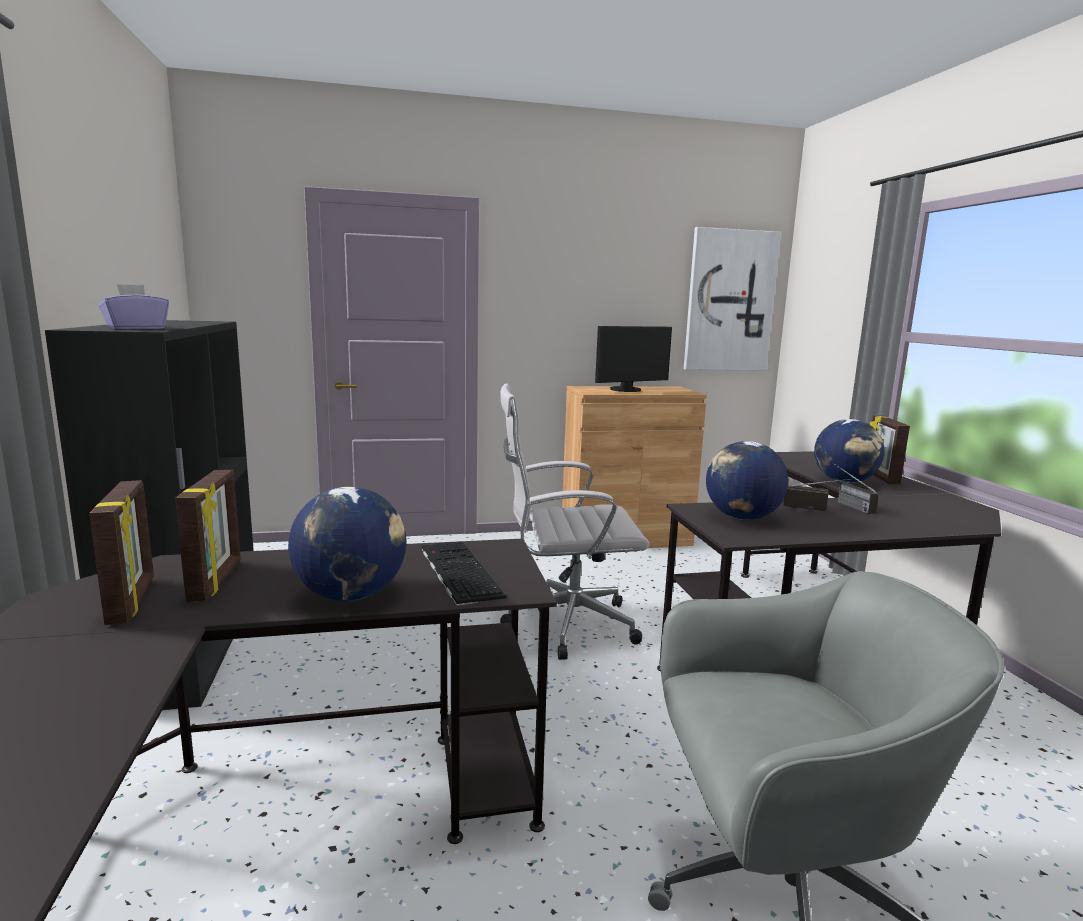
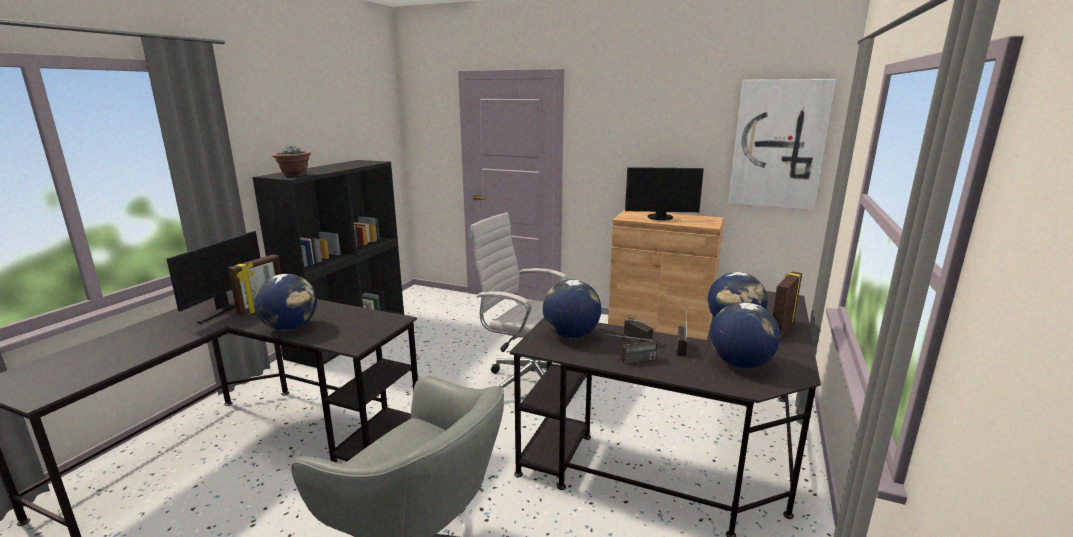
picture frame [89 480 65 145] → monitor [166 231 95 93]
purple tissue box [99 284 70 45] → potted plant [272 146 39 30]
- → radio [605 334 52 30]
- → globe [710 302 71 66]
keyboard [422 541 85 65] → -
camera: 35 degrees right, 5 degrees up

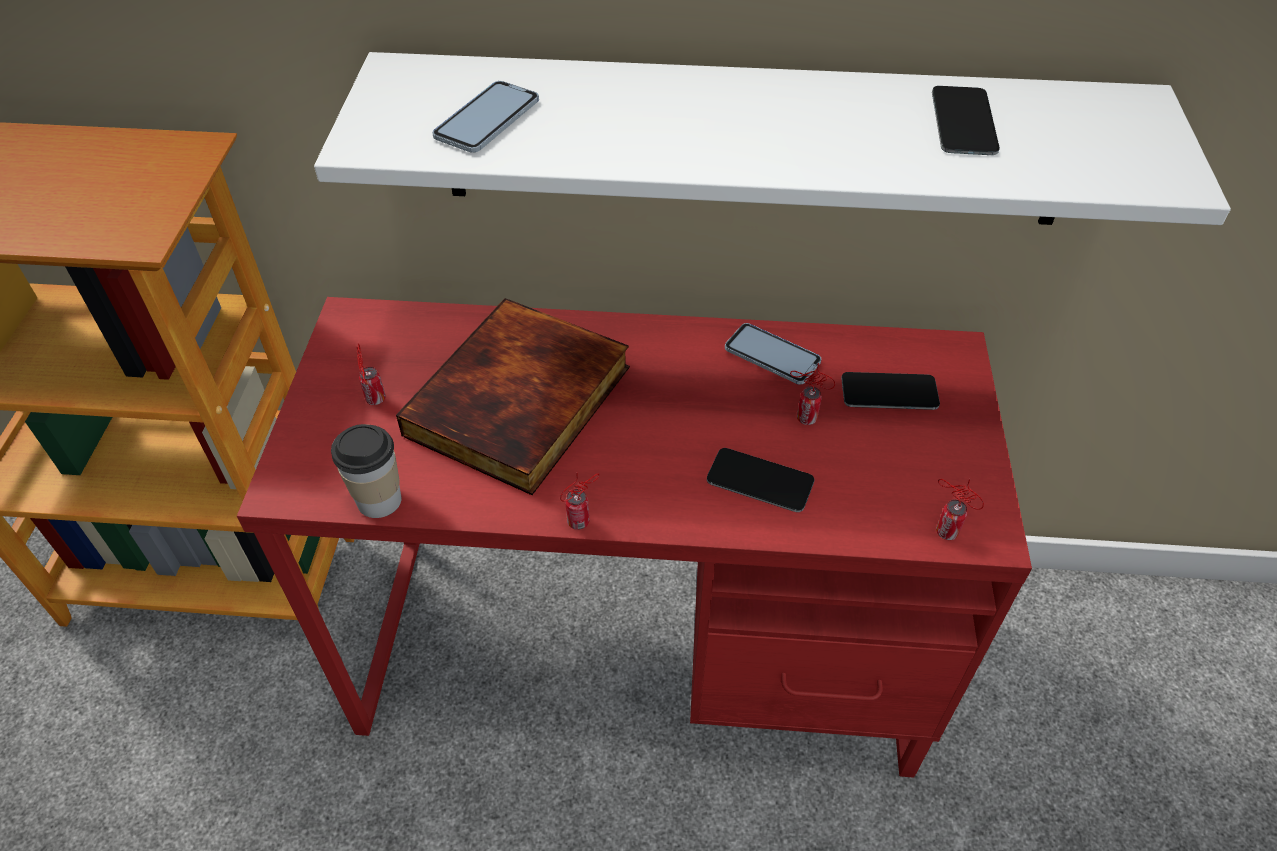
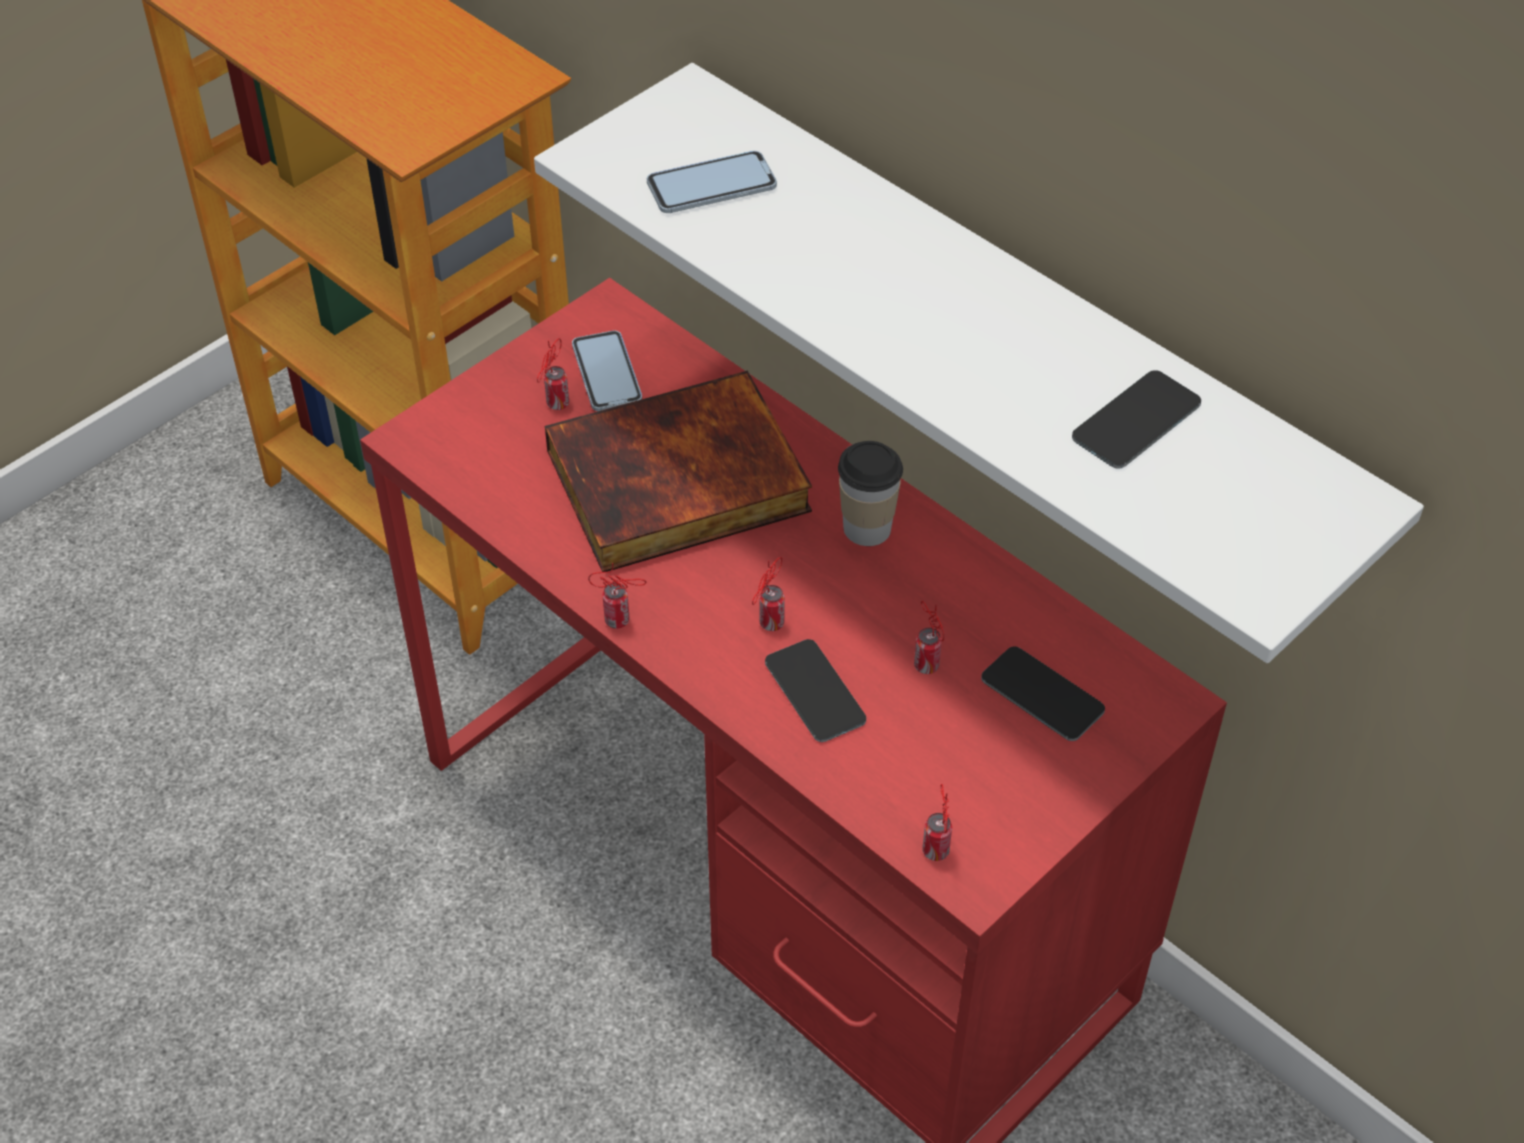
phone [725 323 96 62] → phone [572 331 70 80], moved
- → can [752 557 33 74]
cup [331 424 71 94] → cup [838 441 65 105], moved
camera: 40 degrees right, 0 degrees up

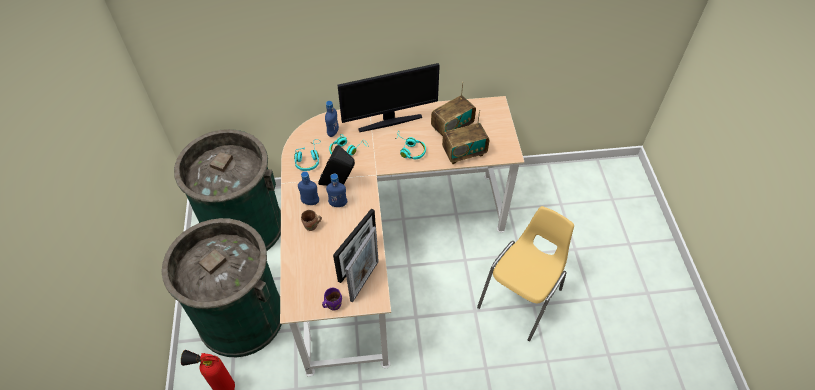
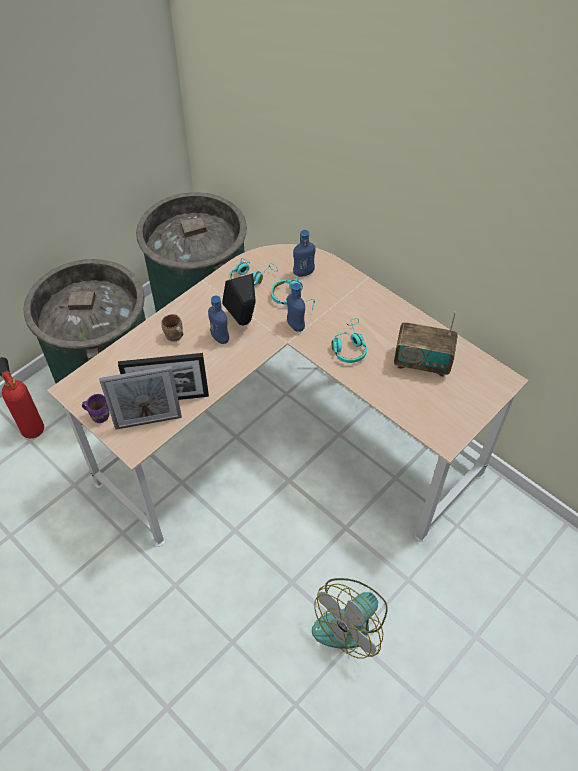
blue bottle [298 171 21 34] → blue bottle [287 283 18 49], moved
yellow chair [477 206 97 135] → fan [312 578 76 81]
monitor [337 63 103 69] → -
radio [442 110 47 54] → -
camera: 50 degrees right, 0 degrees up

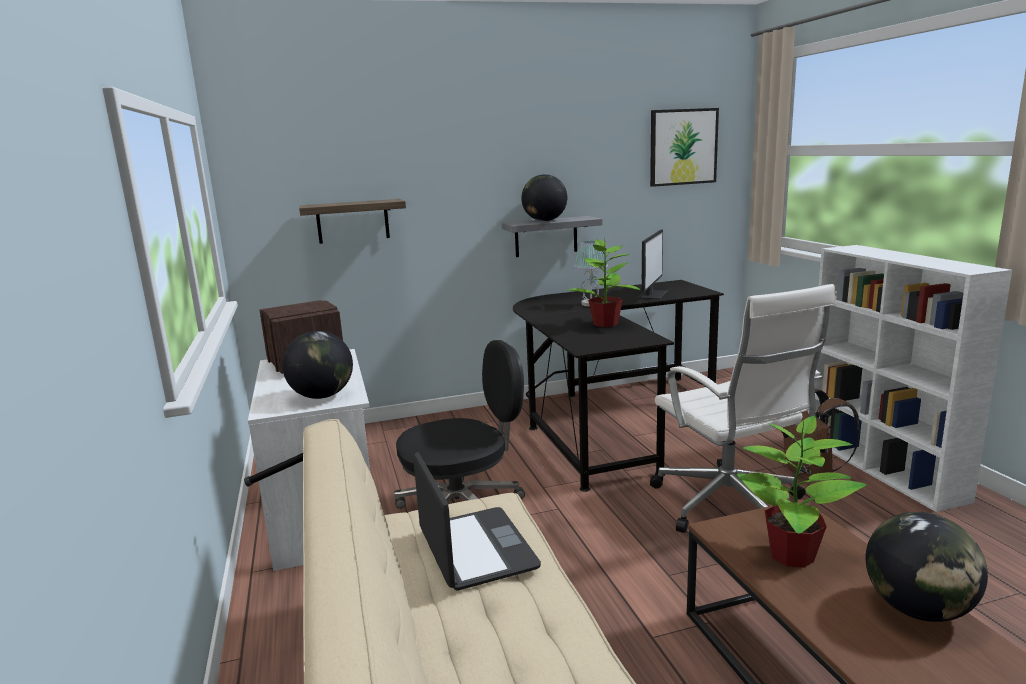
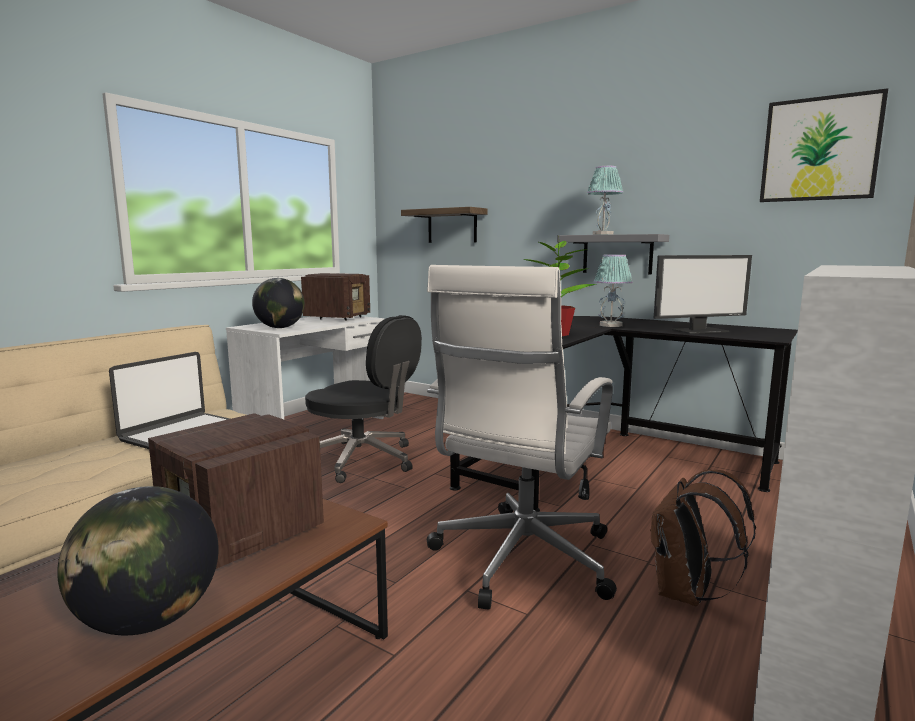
potted plant [737 416 129 152] → radio [148 413 176 156]
globe [521 174 46 47] → table lamp [587 166 36 69]
camera: 50 degrees right, 5 degrees down

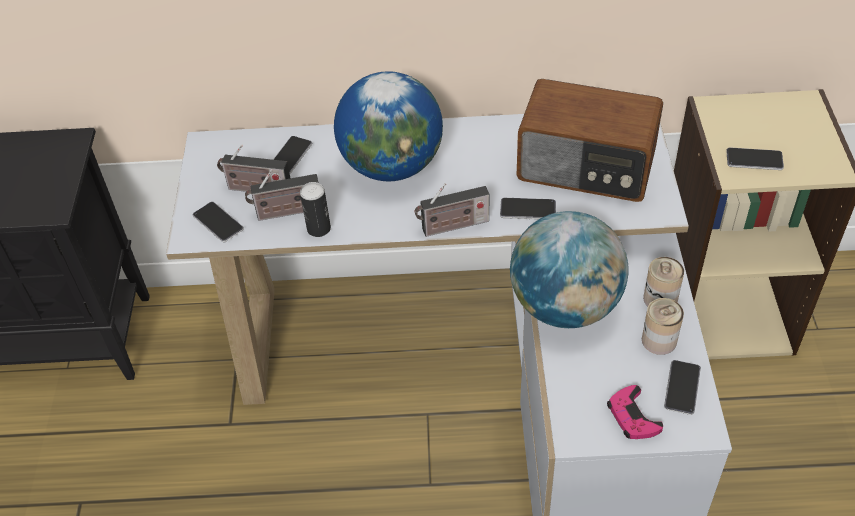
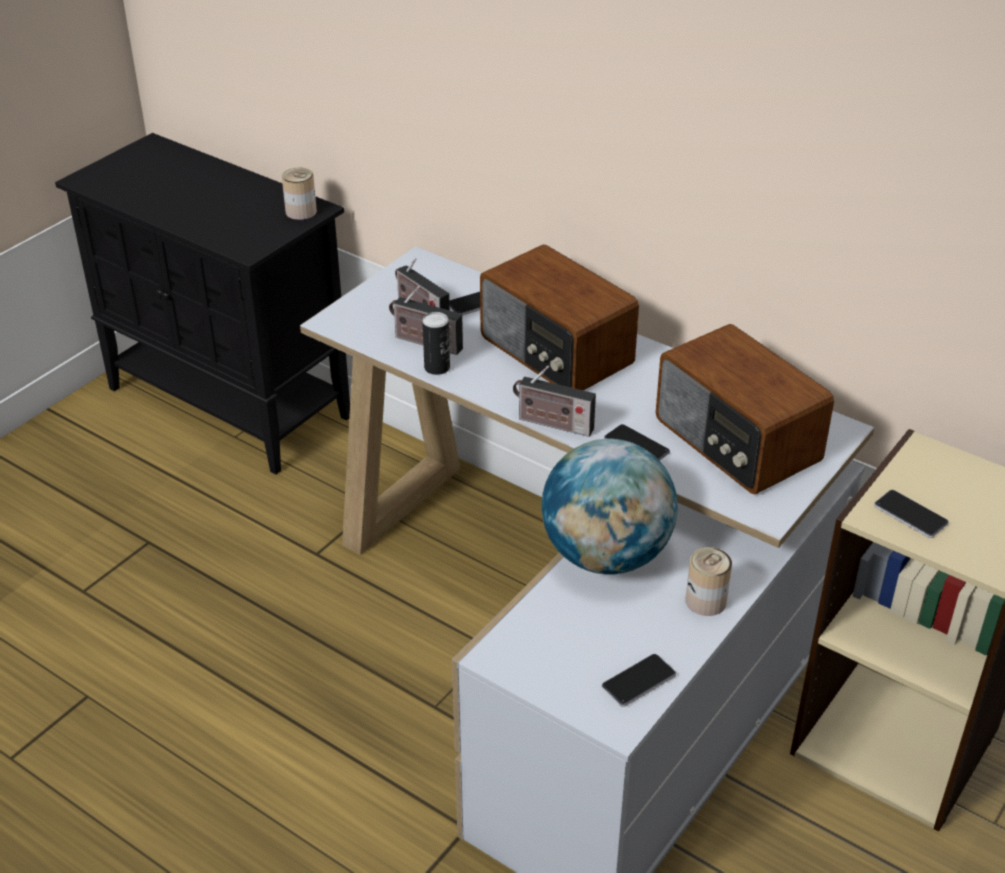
can [642 298 42 57] → can [282 167 35 53], moved
globe [334 71 109 110] → radio [480 245 159 146]
phone [193 202 51 40] → -
pink game controller [607 385 56 54] → -
camera: 35 degrees right, 10 degrees down

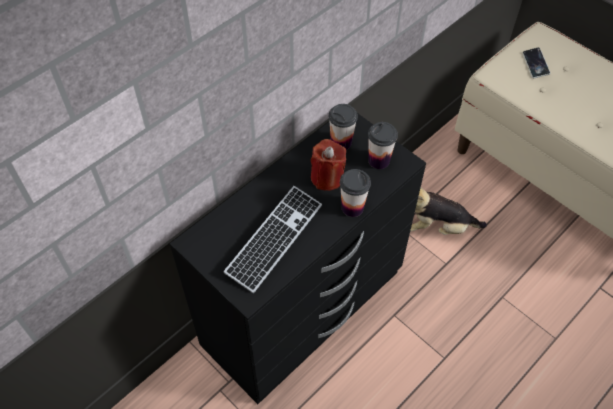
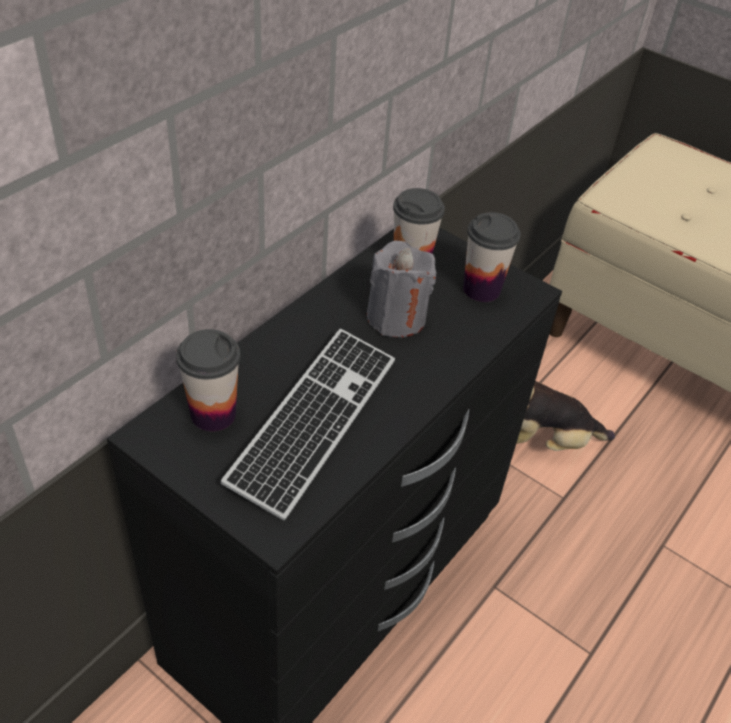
cup [340 169 31 48] → cup [176 329 65 103], moved
red candle [311 139 35 52] → grey candle [367 241 70 96]
phone [522 47 28 31] → -
camera: 10 degrees left, 10 degrees down

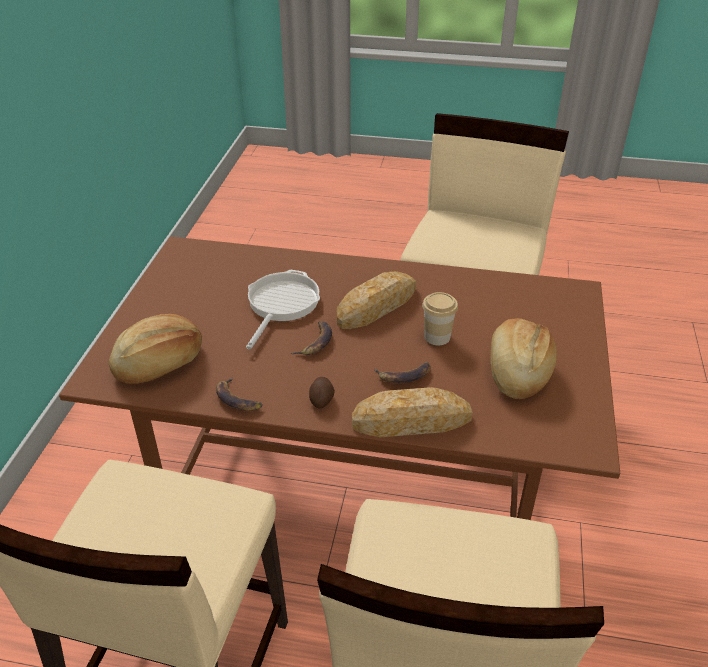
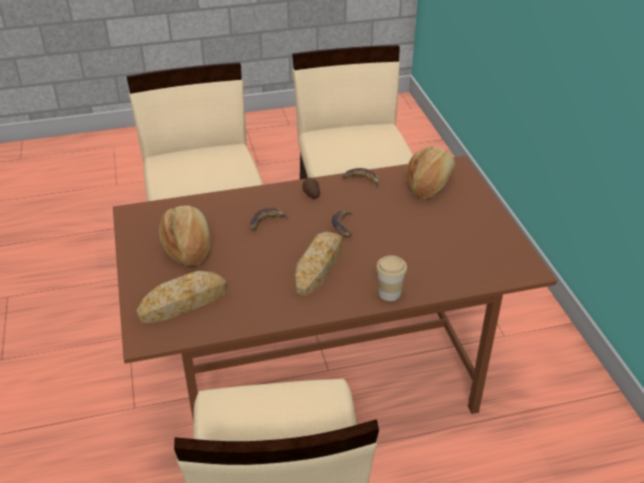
bread [352 387 121 50] → bread [136 271 91 52], moved
cup [422 292 36 53] → cup [376 255 31 46], moved
frying pan [246 270 74 79] → -
camera: 155 degrees right, 0 degrees up

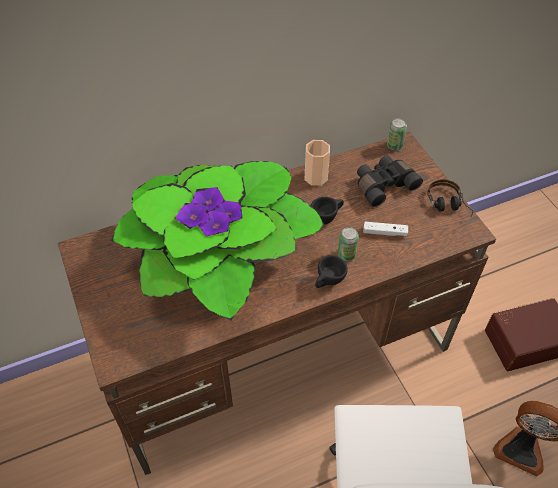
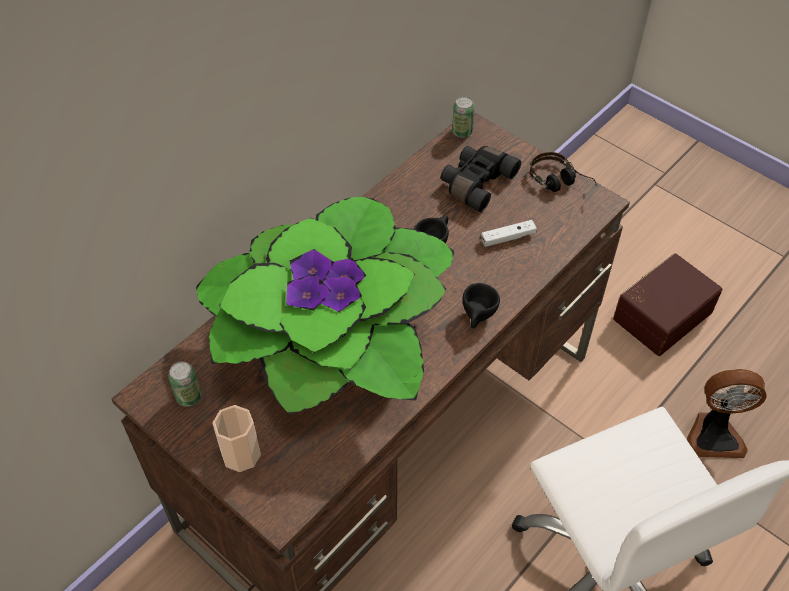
can [338 227 21 34] → can [168 362 33 45], moved
cup [305 140 25 46] → cup [212 405 49 67], moved
camera: 25 degrees left, 0 degrees up

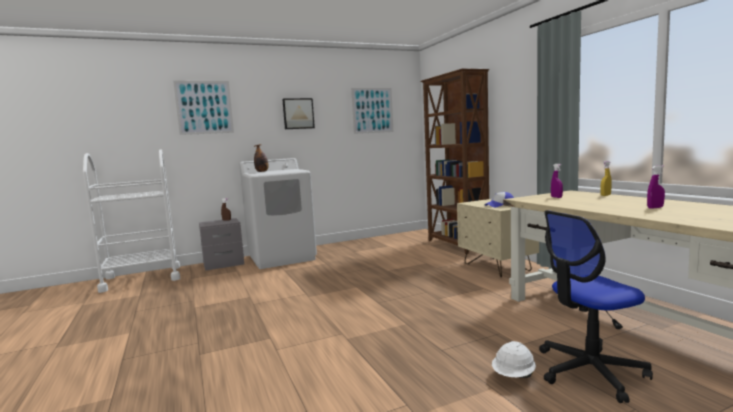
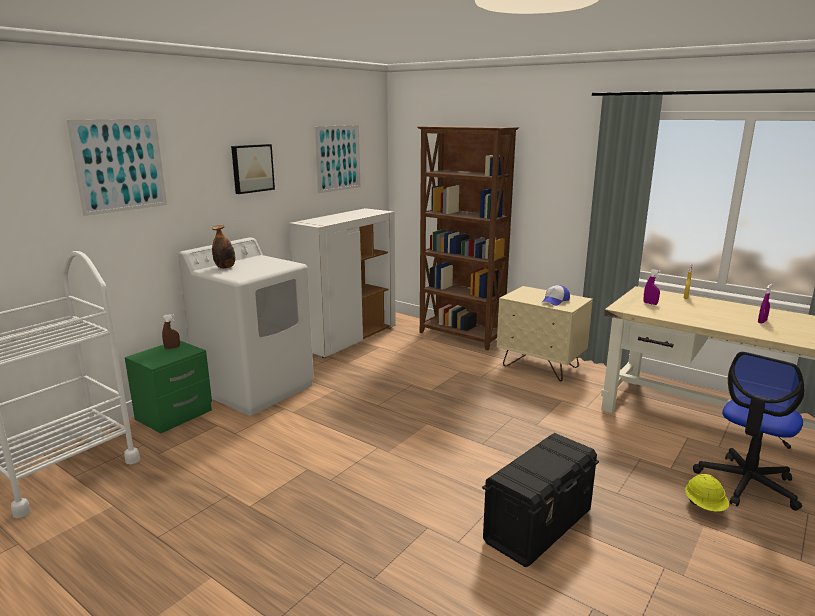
grey nightstand [199 218 45 53] → green nightstand [125 341 87 93]
- → white cabinet [289 208 106 150]
- → black storage box [482 433 117 134]
white hard hat [492 341 44 37] → yellow hard hat [685 474 44 38]
camera: 30 degrees left, 10 degrees up

